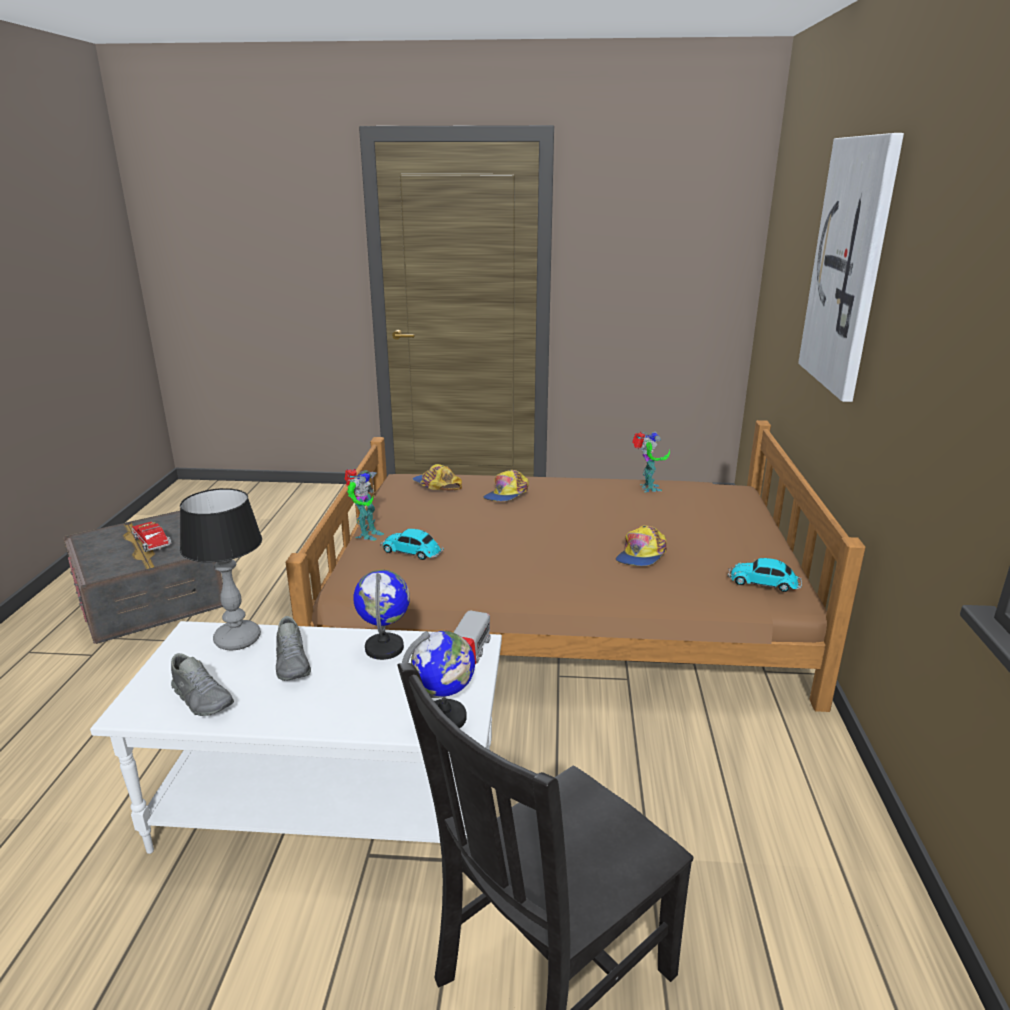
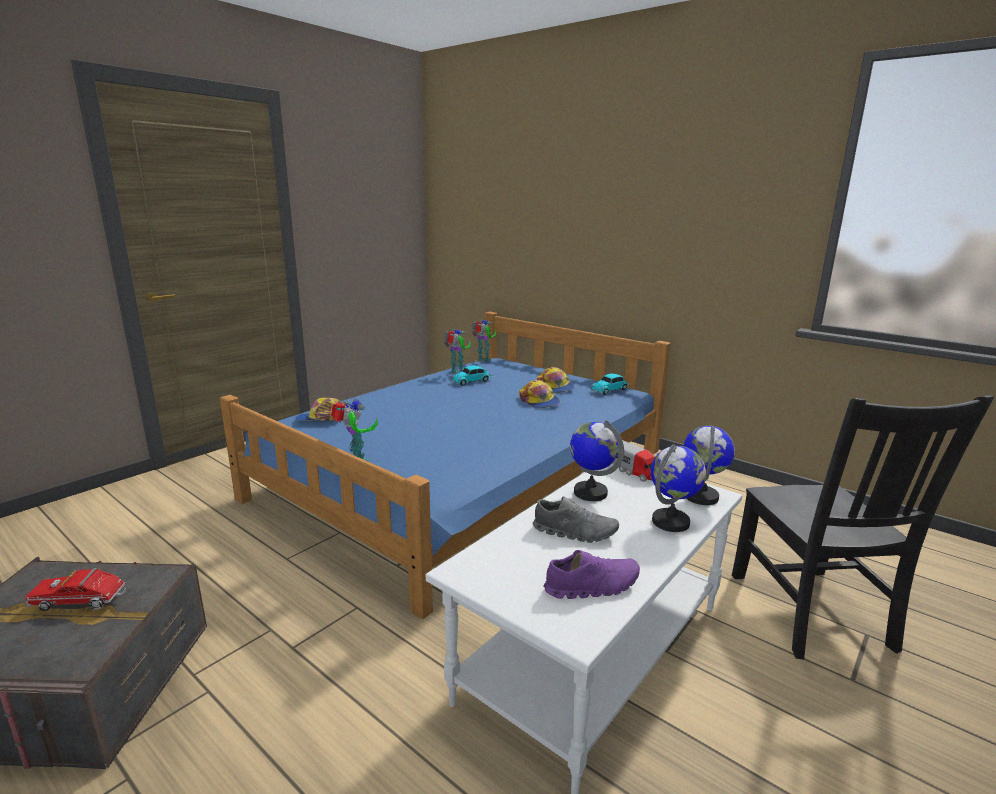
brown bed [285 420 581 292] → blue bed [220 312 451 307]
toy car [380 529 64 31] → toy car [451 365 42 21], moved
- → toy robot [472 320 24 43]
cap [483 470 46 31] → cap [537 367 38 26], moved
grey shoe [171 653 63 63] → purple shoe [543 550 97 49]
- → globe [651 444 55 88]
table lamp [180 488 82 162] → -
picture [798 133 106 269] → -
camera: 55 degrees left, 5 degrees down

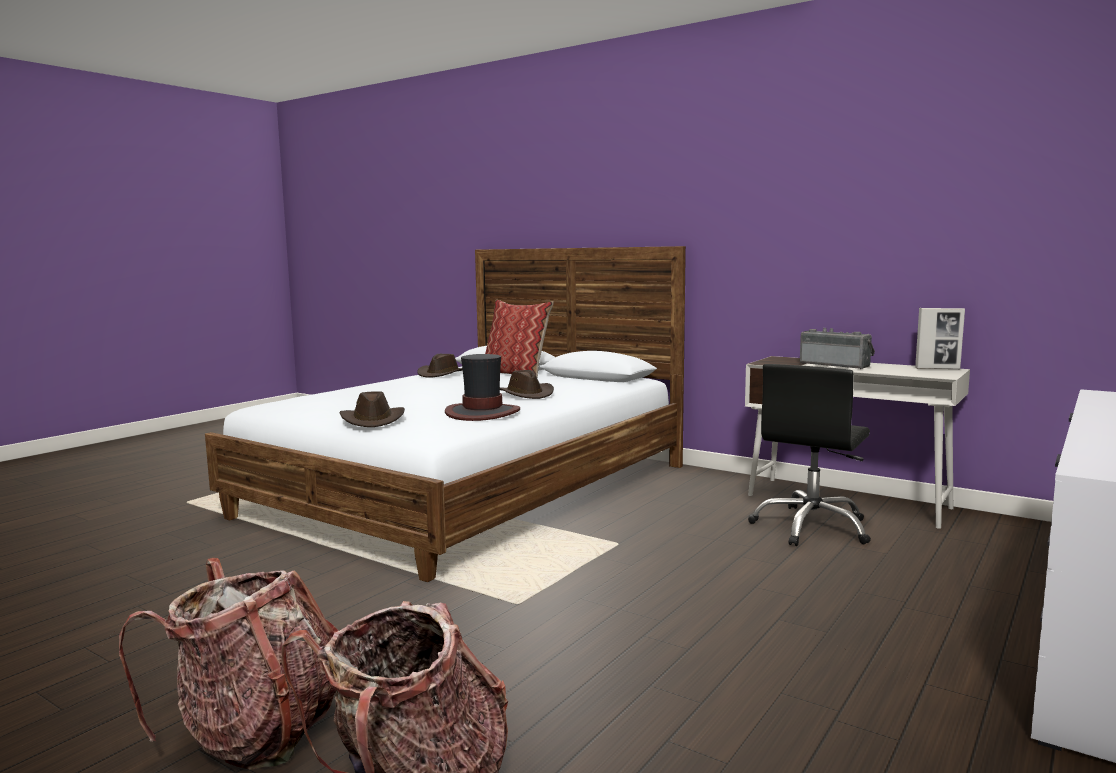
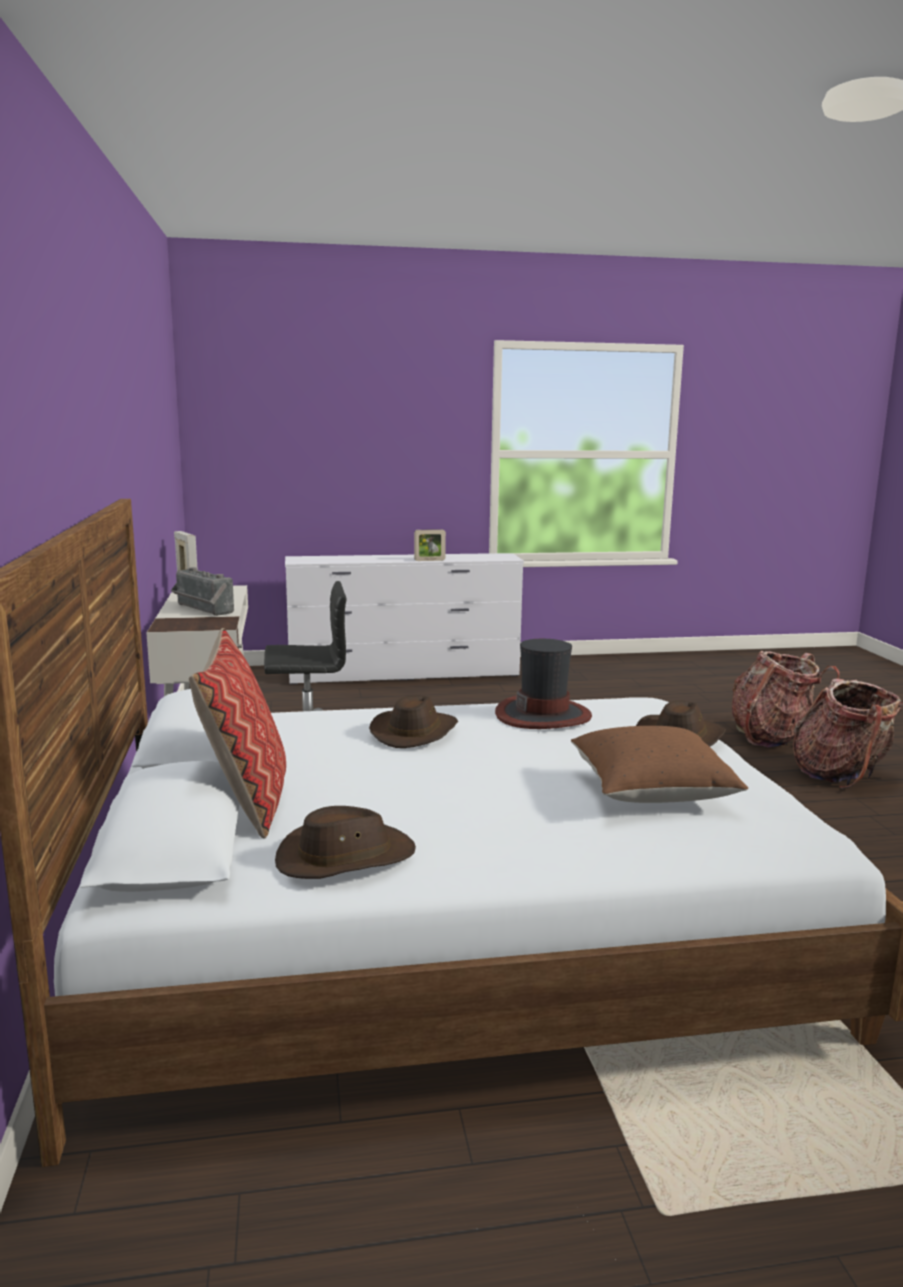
radio [800 328 75 41] → radio [171 567 63 49], 45 degrees counterclockwise
- → picture frame [414 529 32 32]
- → brown pillow [571 726 177 77]
camera: 135 degrees left, 5 degrees up

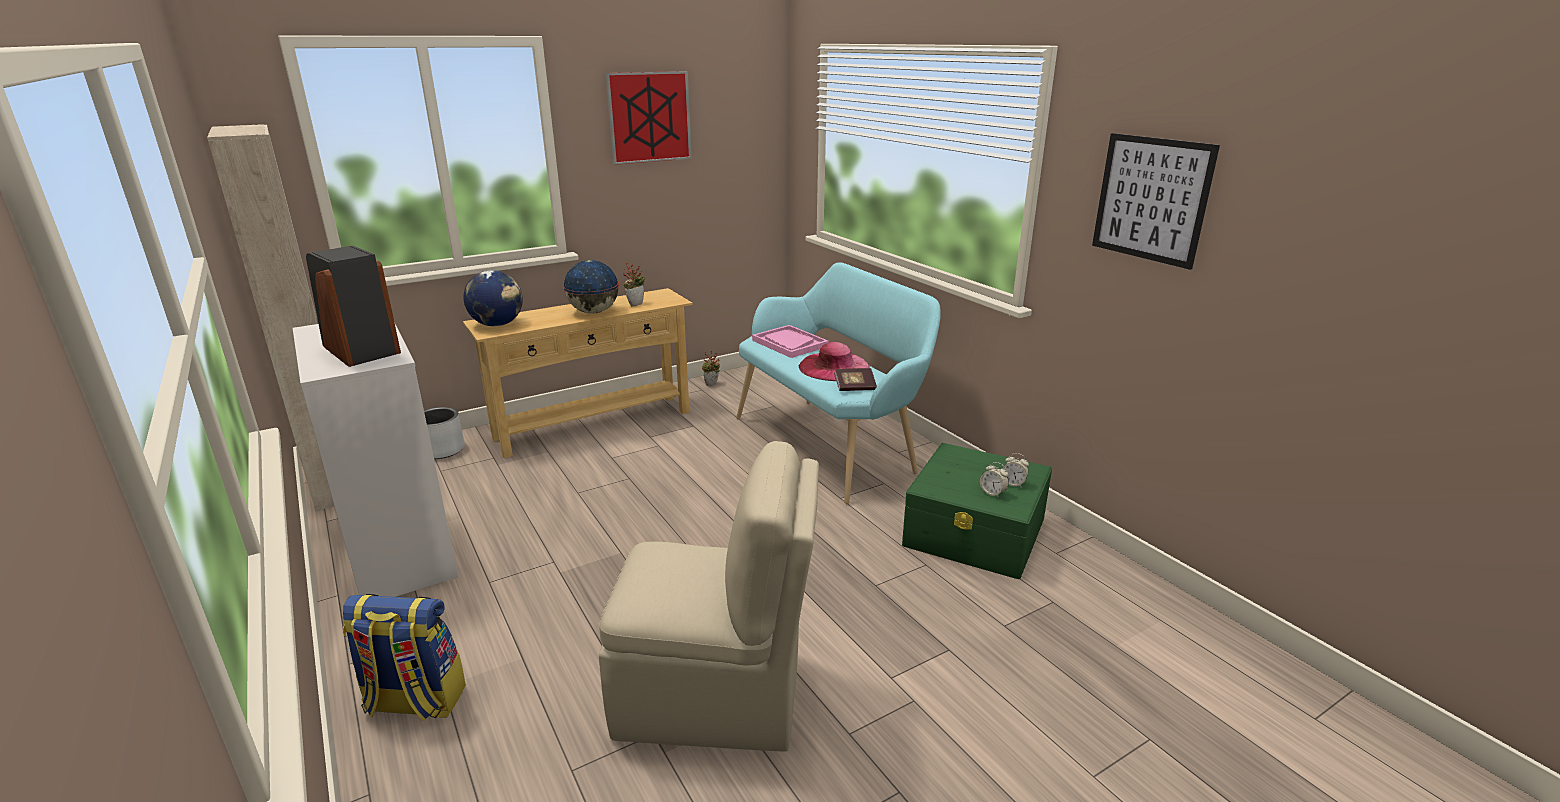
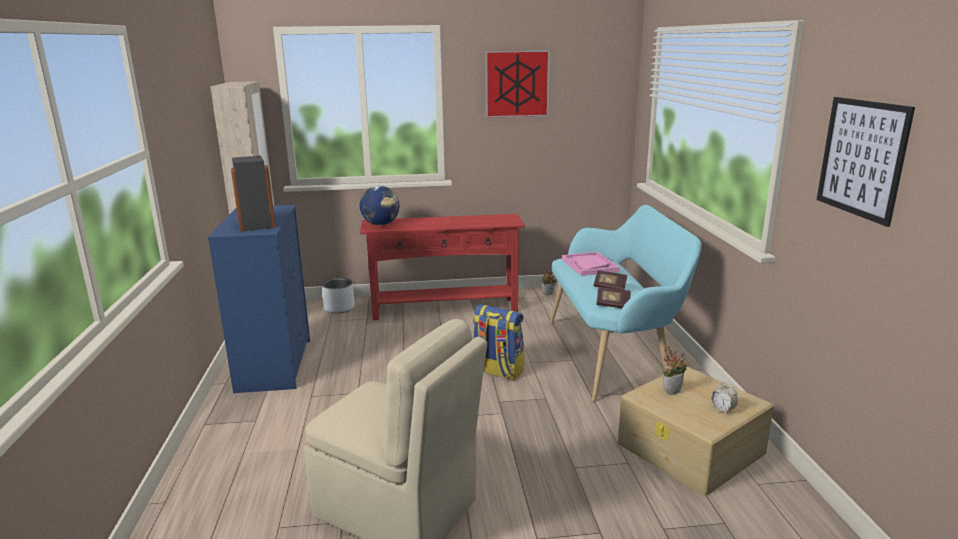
white dresser [293 322 166 275] → blue dresser [208 205 102 188]
beige console table [463 288 230 170] → red console table [360 214 165 106]
backpack [343 594 123 127] → backpack [473 304 51 76], moved
pink hat [799 342 71 39] → book [594 270 33 20]
green storage box [902 443 150 136] → beige storage box [618 367 156 129]
potted plant [623 261 22 45] → potted plant [662 345 25 50], moved
globe [563 260 56 54] → -
alarm clock [980 462 29 36] → -
camera: 25 degrees right, 5 degrees down

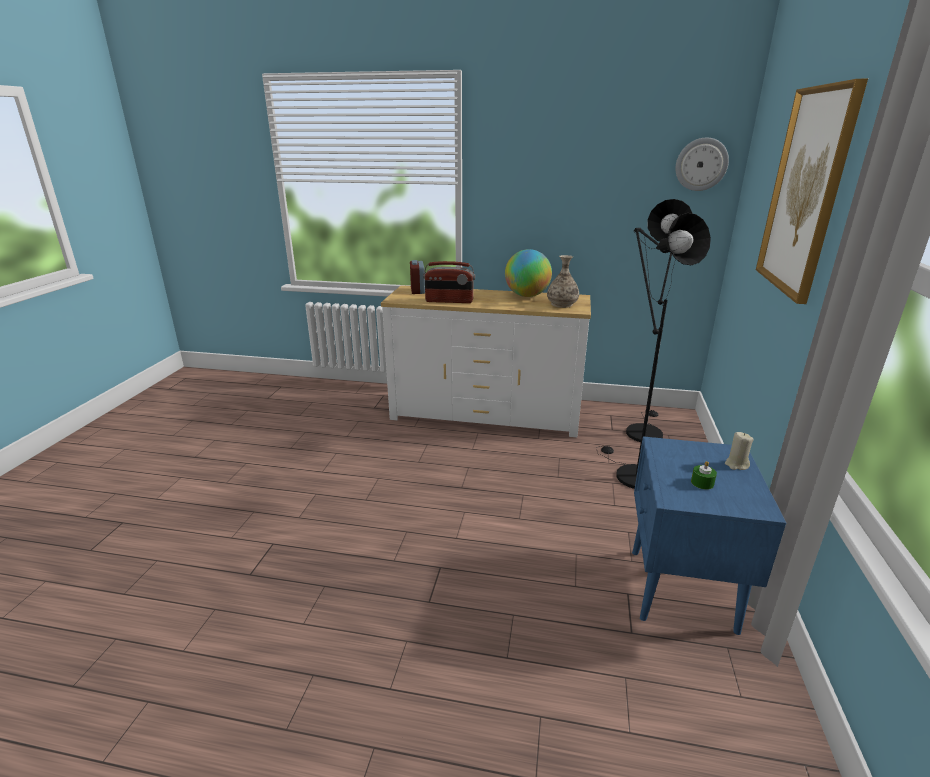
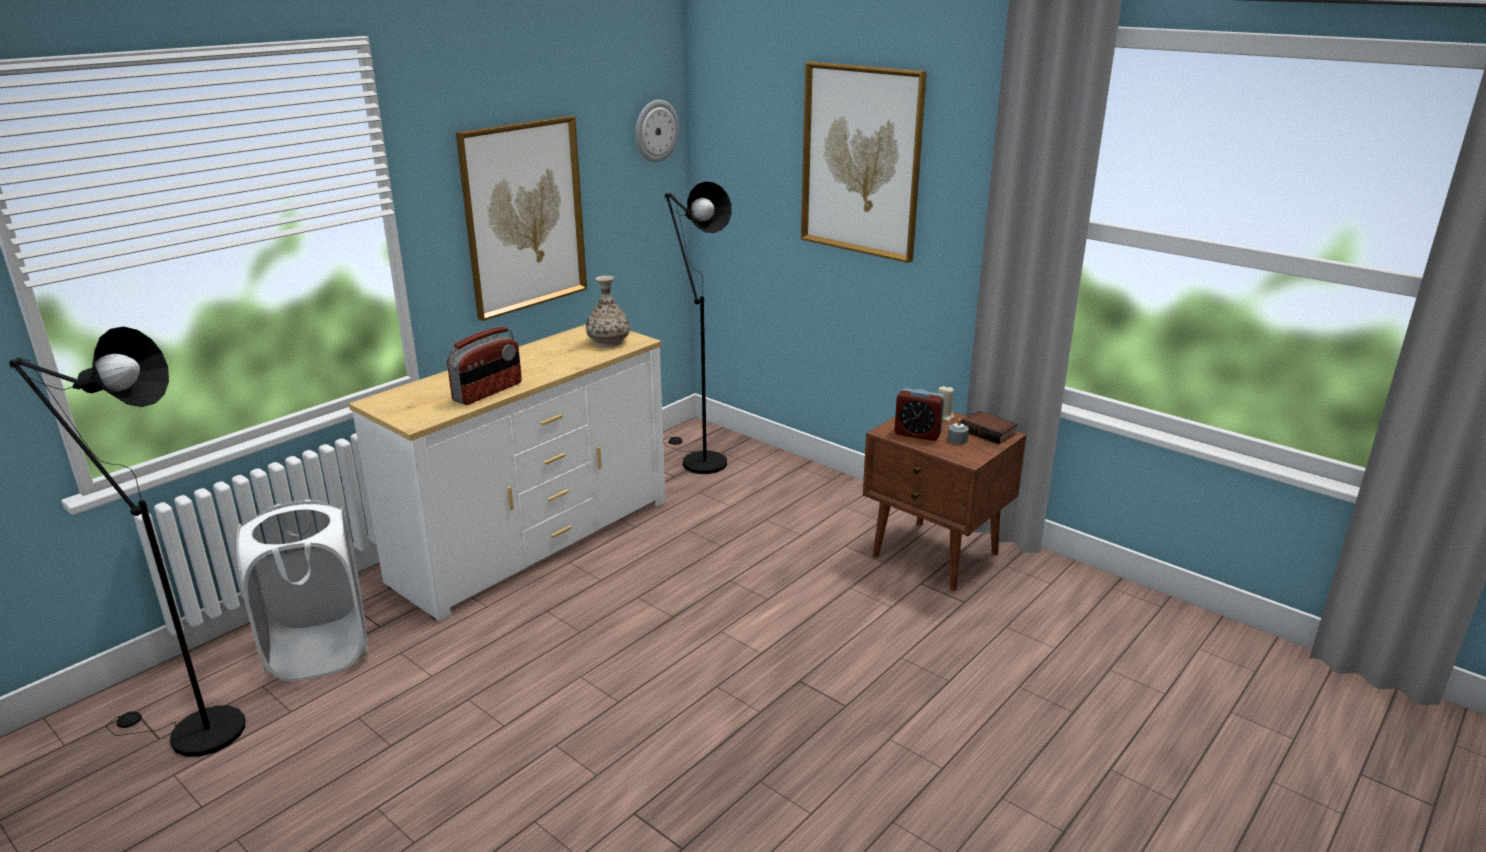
black floor lamp [597 213 114 276] → black floor lamp [9 326 237 431], moved
- → white laundry basket [237 500 131 181]
- → picture [456 116 131 205]
blue nightstand [632 437 154 198] → brown nightstand [863 411 164 180]
alarm clock [410 260 15 34] → alarm clock [894 388 51 53], moved
green candle [691 461 26 29] → grey candle [947 418 22 26]
- → book [961 411 57 33]
globe [505 249 47 48] → -
camera: 60 degrees left, 0 degrees up

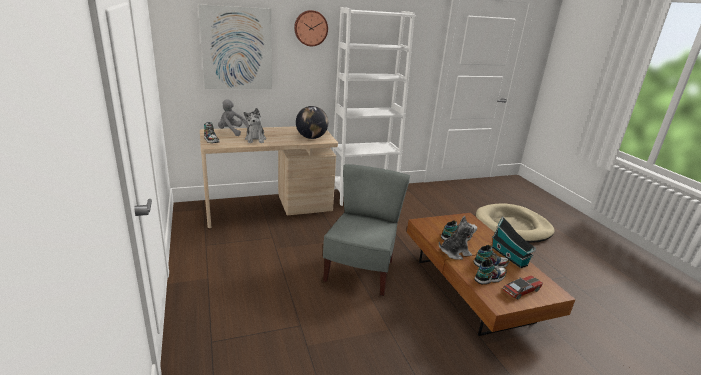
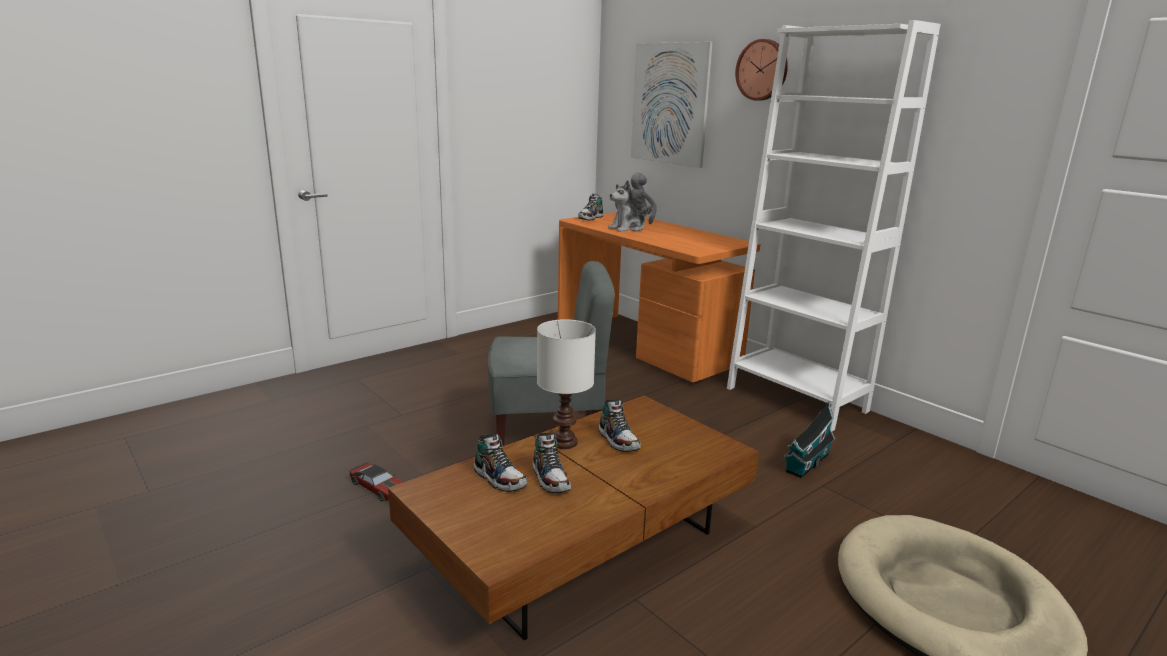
toy car [503 275 40 25] → toy car [349 462 54 40], moved
plush toy [439 216 38 44] → white table lamp [537 319 59 130]
beige desk [200 126 138 102] → orange desk [558 212 202 170]
toy house [492 216 44 52] → toy house [784 401 51 77], moved
globe [296 106 32 33] → -
camera: 70 degrees right, 5 degrees down

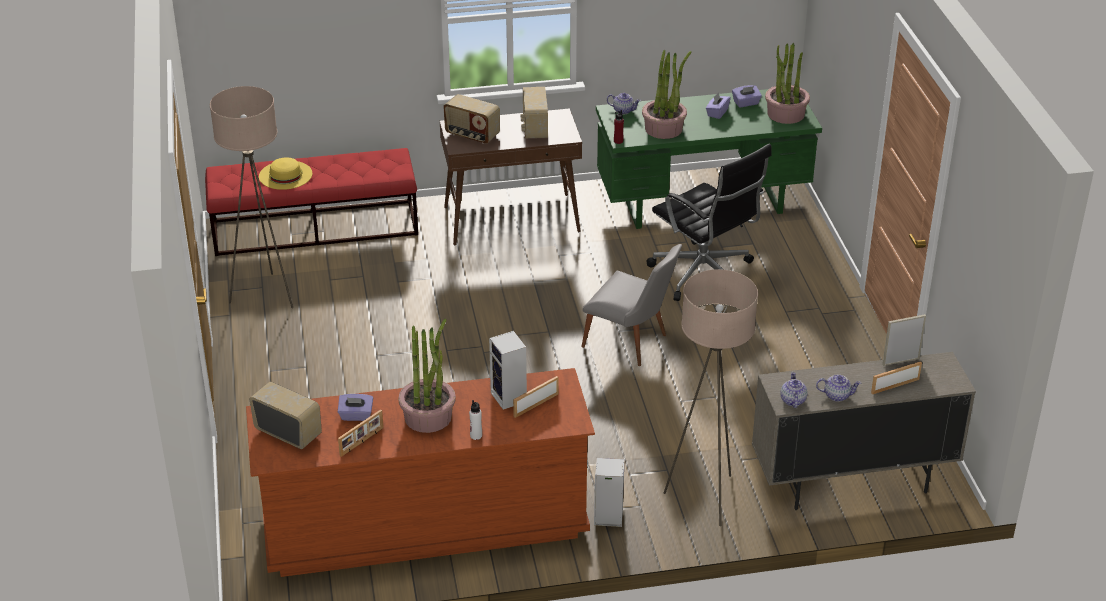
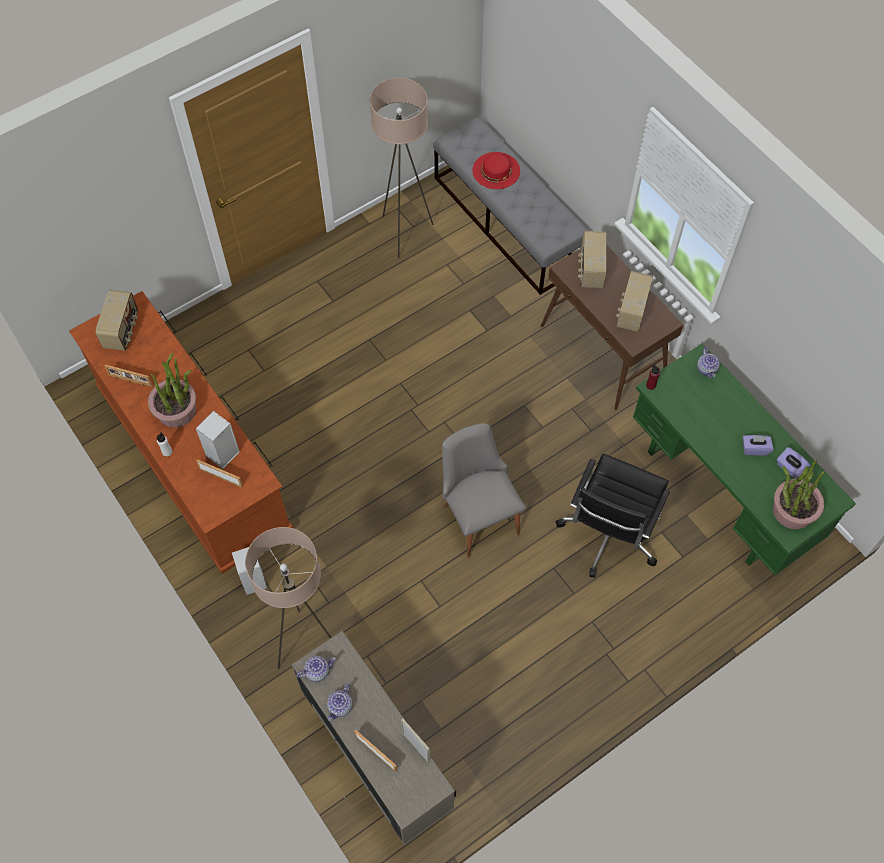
teapot [816 374 46 28] → teapot [327 684 25 37], 45 degrees clockwise
red bench [205 148 213 108] → grey bench [433 117 156 178]
grey chair [582 244 100 122] → grey chair [442 423 84 135], 150 degrees clockwise
yellow hat [259 157 53 33] → red hat [473 152 47 37]
radio [520 87 28 51] → radio [616 271 37 61], 45 degrees counterclockwise
purple tissue box [338 394 35 27] → -
potted plant [642 50 49 89] → -
camera: 65 degrees right, 25 degrees up

